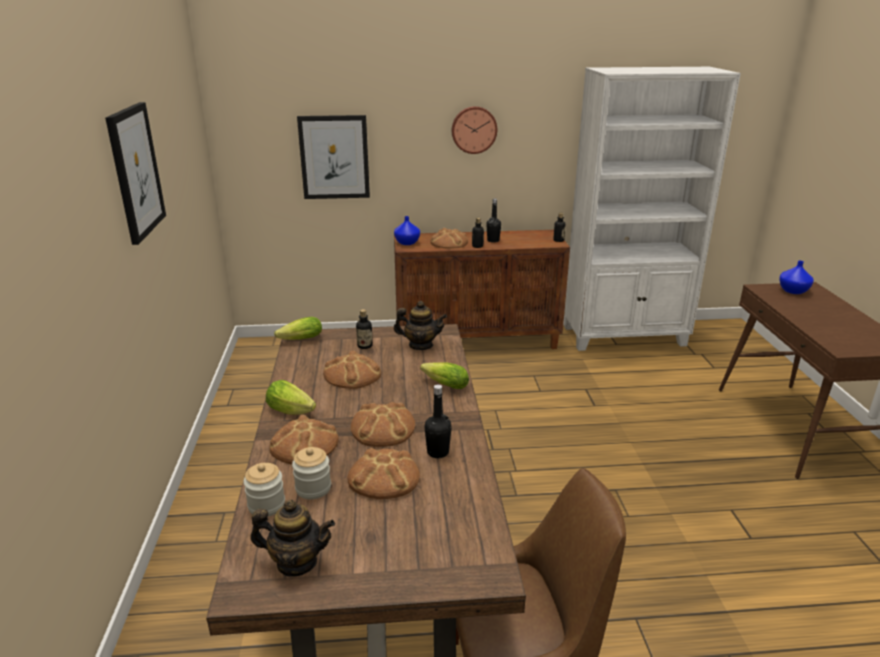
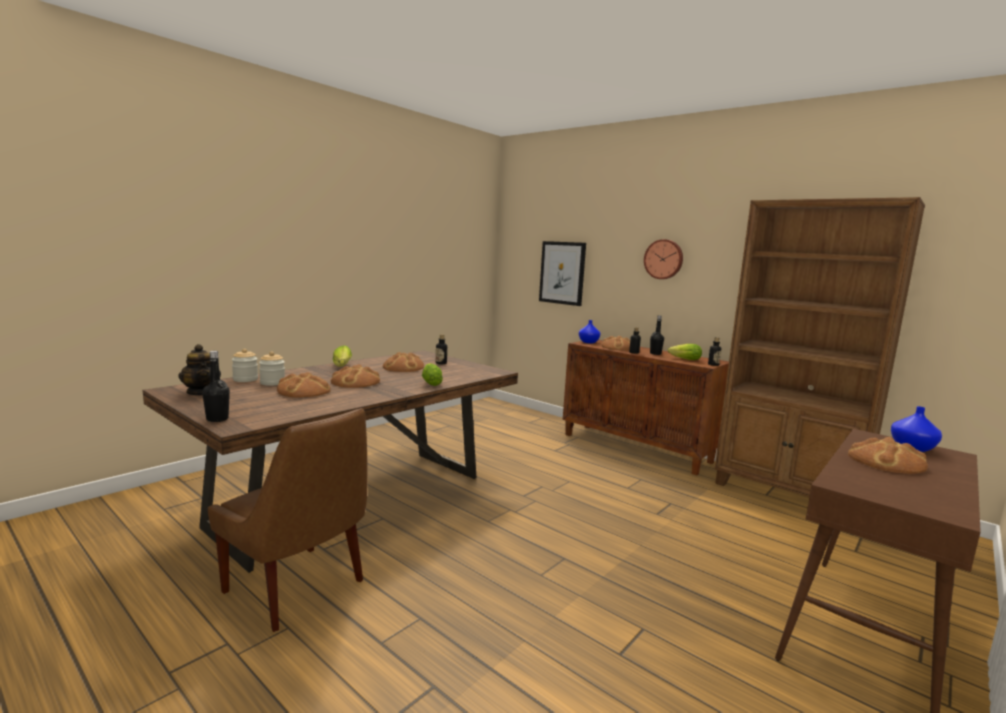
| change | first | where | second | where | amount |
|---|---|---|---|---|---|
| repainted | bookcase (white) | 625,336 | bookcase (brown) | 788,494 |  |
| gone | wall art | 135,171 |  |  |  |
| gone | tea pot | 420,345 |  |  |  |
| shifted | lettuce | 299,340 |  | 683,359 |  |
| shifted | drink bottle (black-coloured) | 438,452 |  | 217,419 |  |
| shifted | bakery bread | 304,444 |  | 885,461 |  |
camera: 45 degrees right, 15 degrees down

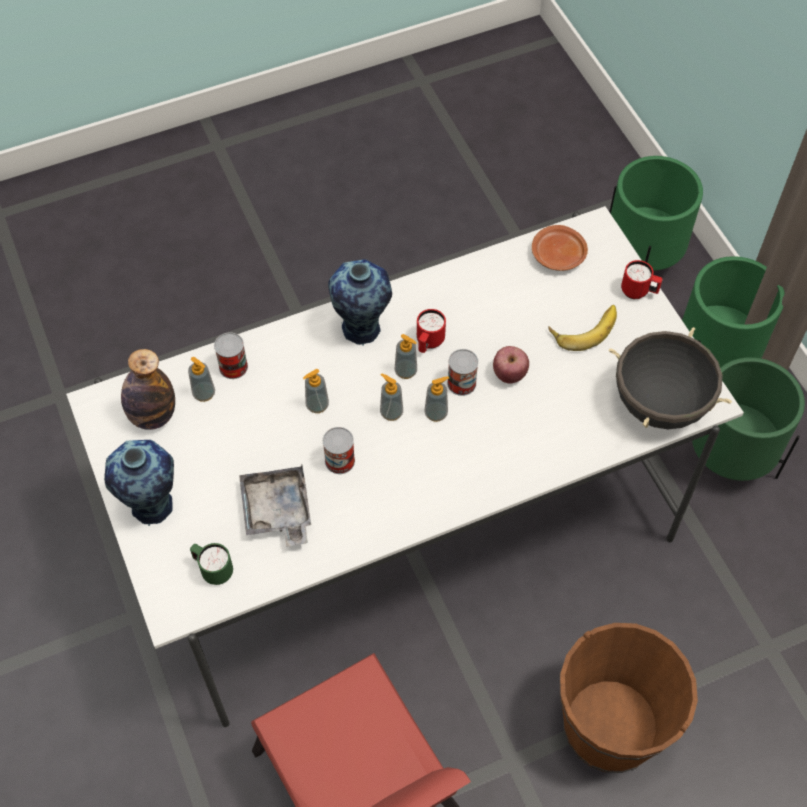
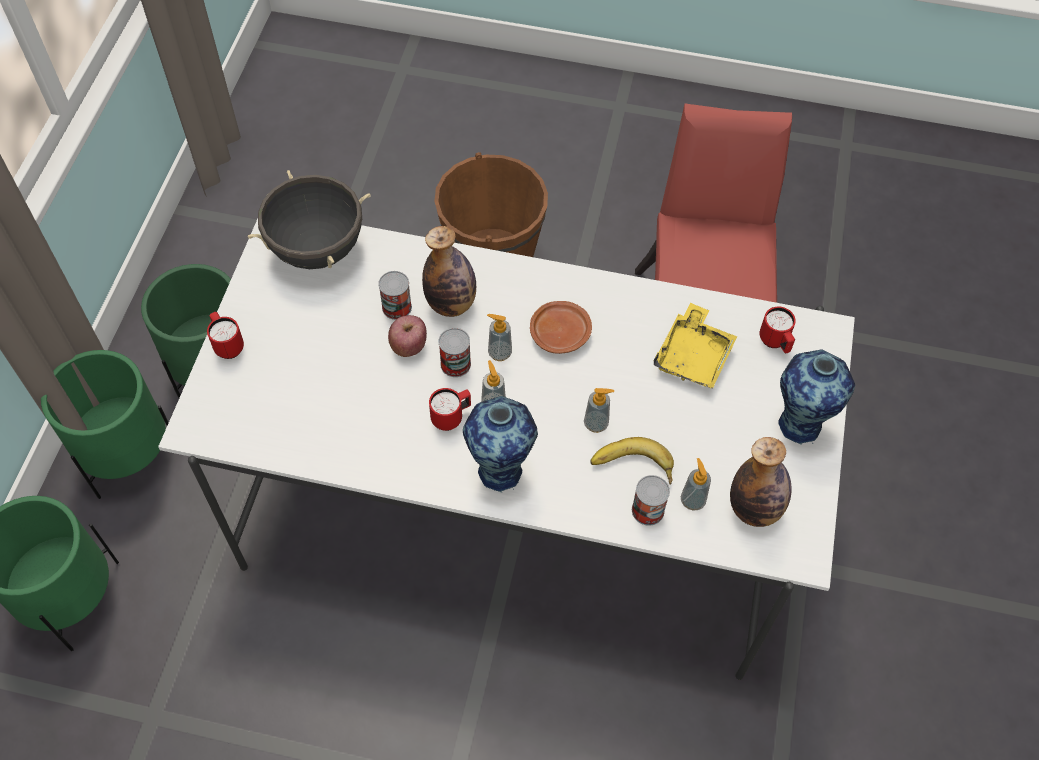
| change | first | where | second | where | amount |
|---|---|---|---|---|---|
| shifted | flat dish (brown) | 558,255 |  | 560,333 |  |
| shifted | whole banana | 583,327 |  | 632,468 |  |
| gone | liquid soap bottle | 391,412 |  |  |  |
| shifted | metal can | 339,461 |  | 397,307 |  |
| repainted | tray (gray) | 277,511 | tray (yellow) | 693,356 |  |
| repainted | coffee mug (green-coloured) | 213,570 | coffee mug (reddish) | 775,342 |  |
| new |  |  | drink bottle | 451,304 |  |
camera: 145 degrees left, 0 degrees up

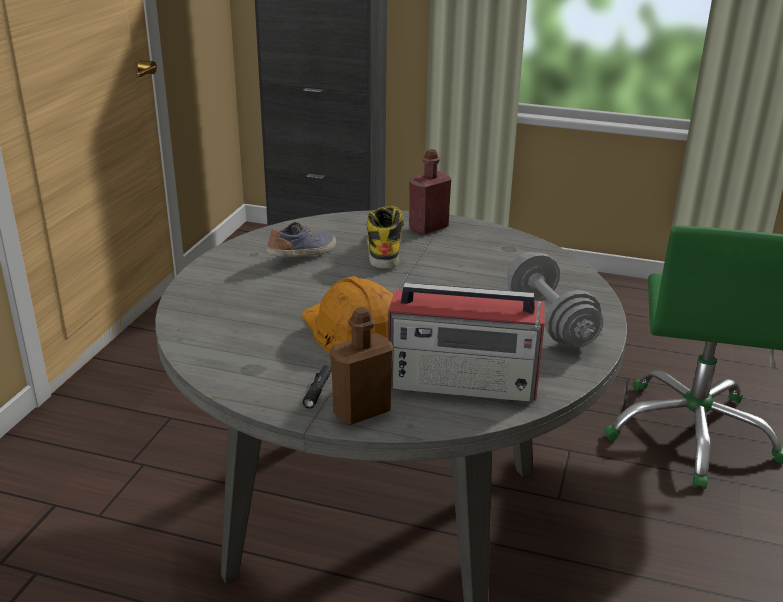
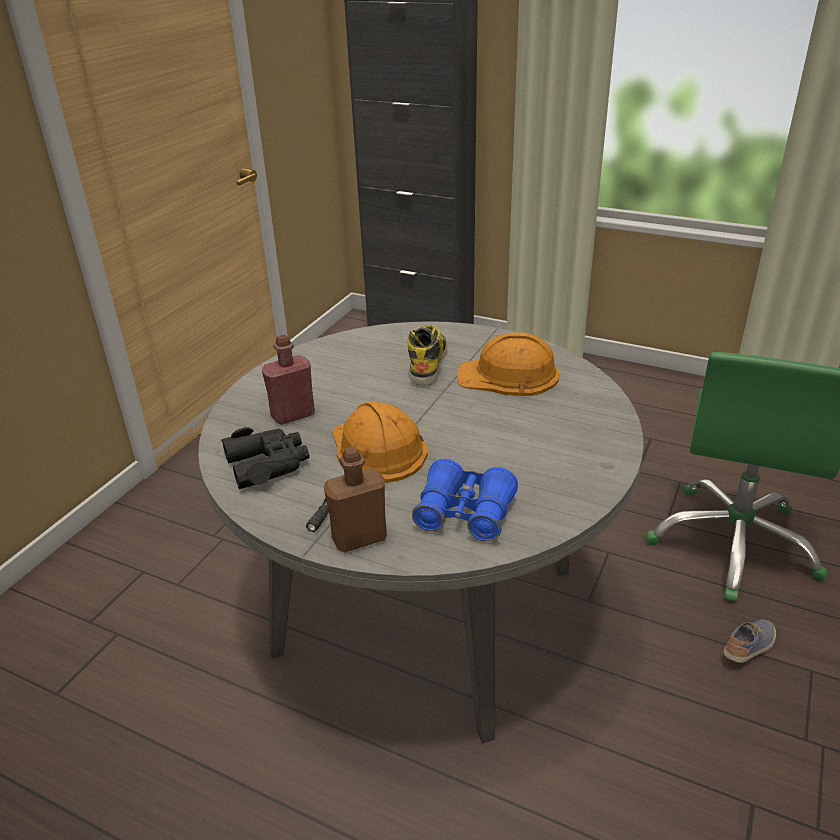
| change | first | where | second | where | amount |
|---|---|---|---|---|---|
| shifted | drink bottle (reddish) | 428,228 |  | 293,415 |  |
| shifted | item of footwear | 304,255 |  | 749,648 |  |
| gone | free weight (gray) | 550,321 |  |  |  |
| swapped | radio set | 464,382 | binoculars (bluish) | 464,513 |  |
| new |  |  | hard hat (orangey) | 509,375 |  |
| new |  |  | binoculars (black-coloured) | 268,464 |  |
camera: 10 degrees right, 5 degrees up

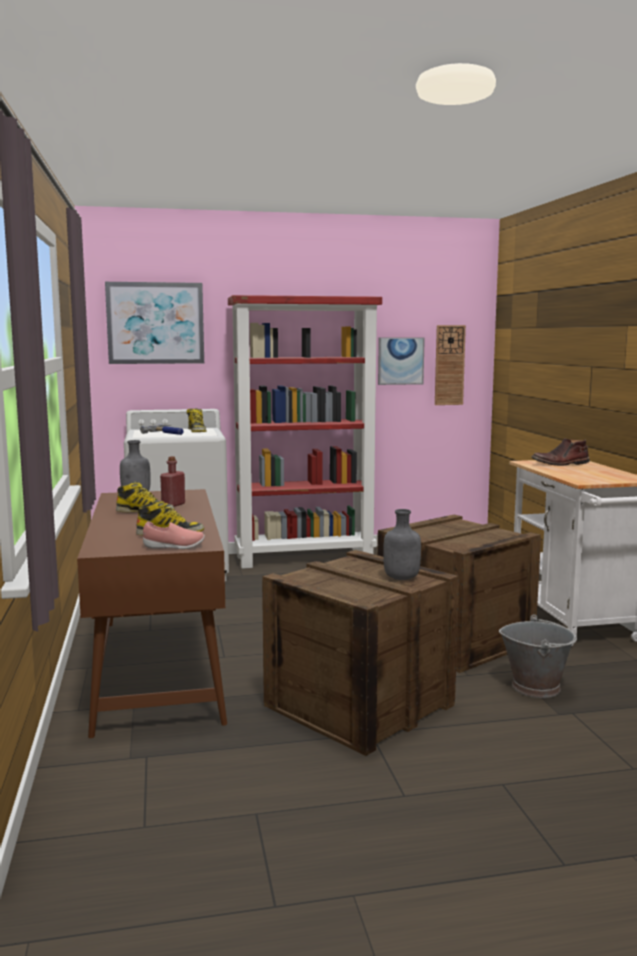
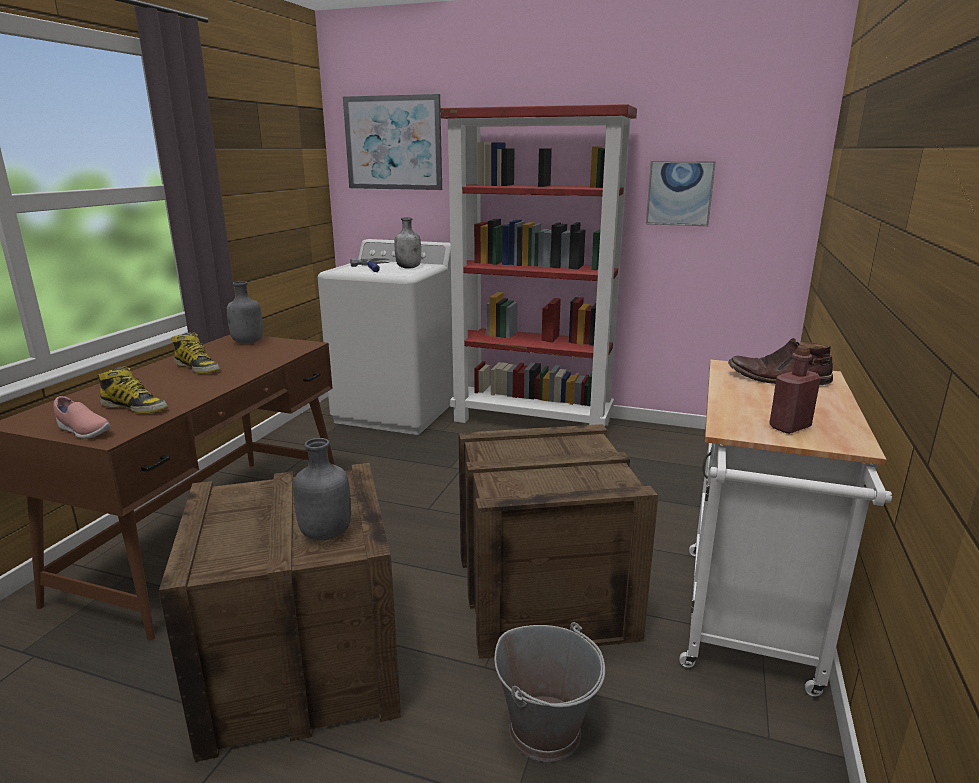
| change | first | where | second | where | amount |
|---|---|---|---|---|---|
| gone | hanging clock | 449,365 |  |  |  |
| swapped | high-top boot | 197,431 | drink bottle (gray) | 409,268 |  |
| shifted | drink bottle (reddish) | 173,505 |  | 789,427 |  |
camera: 30 degrees right, 10 degrees up

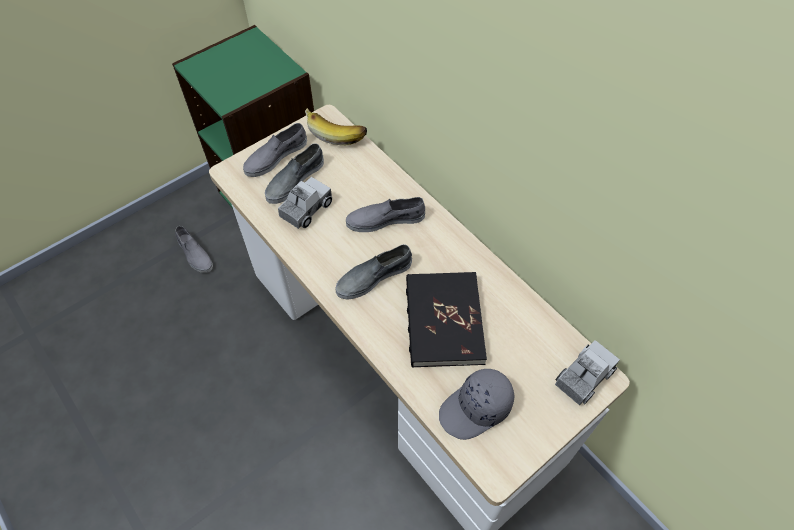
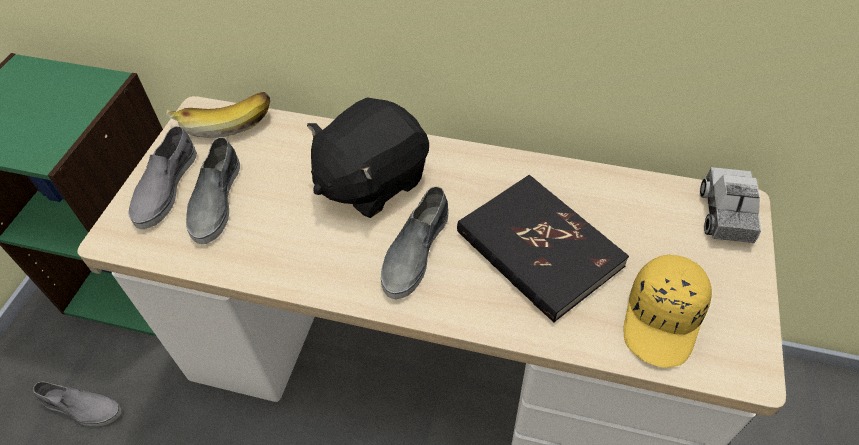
| change | first | where | second | where | amount |
|---|---|---|---|---|---|
| gone | toy lorry | 306,209 |  |  |  |
| swapped | item of footwear (gray) | 385,219 | cuddly toy (black-coloured) | 371,181 |  |
| repainted | baseball cap (gray) | 476,409 | baseball cap (yellow) | 663,319 |  |
camera: 35 degrees left, 5 degrees down

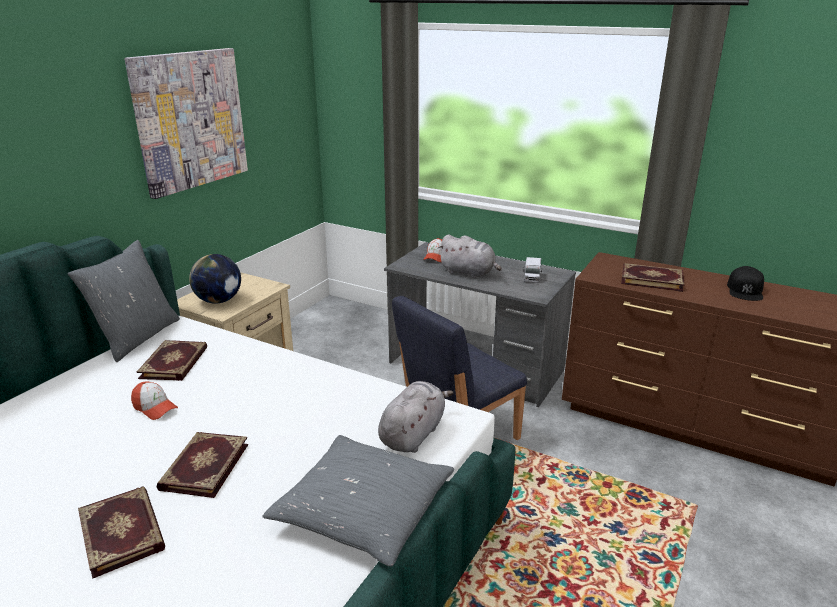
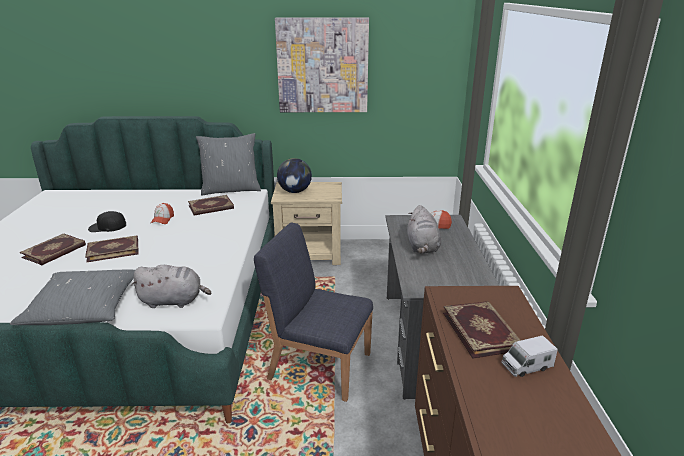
| change | first | where | second | where | amount |
|---|---|---|---|---|---|
| shifted | toy lorry | 532,277 |  | 526,366 |  |
| shifted | baseball cap (black-coloured) | 745,290 |  | 107,226 |  |
camera: 60 degrees right, 0 degrees up

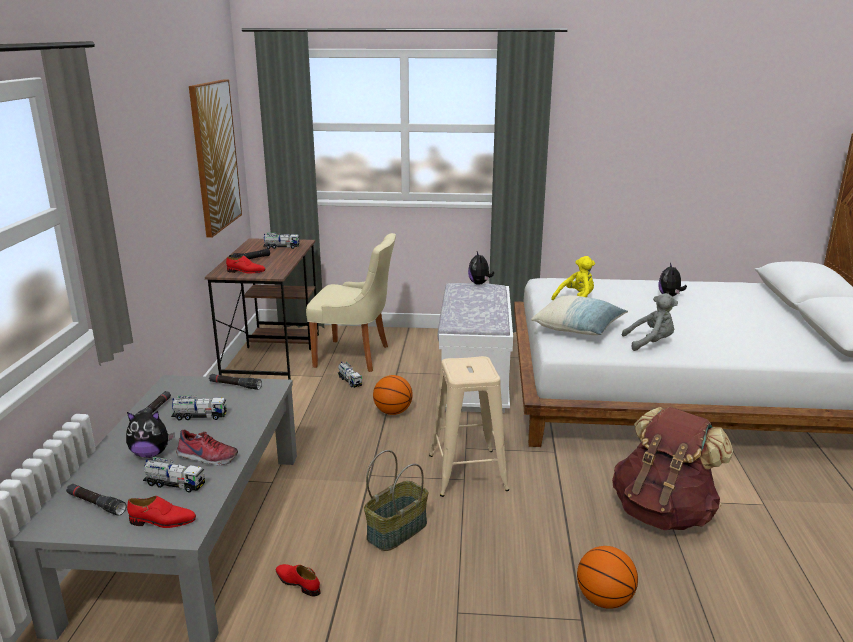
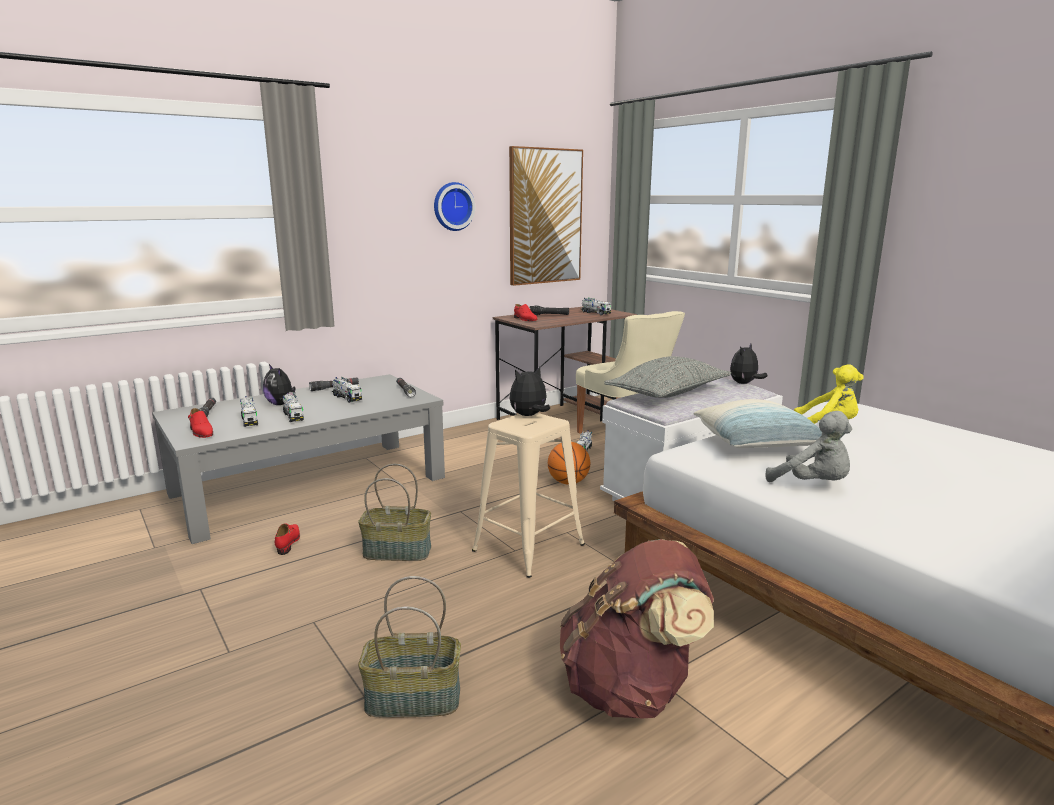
| change | first | where | second | where | amount |
|---|---|---|---|---|---|
| shifted | cuddly toy | 670,296 |  | 529,416 |  |
| swapped | item of footwear | 206,458 | toy lorry | 293,416 |  |
| swapped | basketball | 604,599 | basket | 412,700 |  |
| new |  |  | hanging clock | 452,206 |  |
| new |  |  | pillow (gray) | 668,393 |  |
camera: 50 degrees right, 5 degrees down

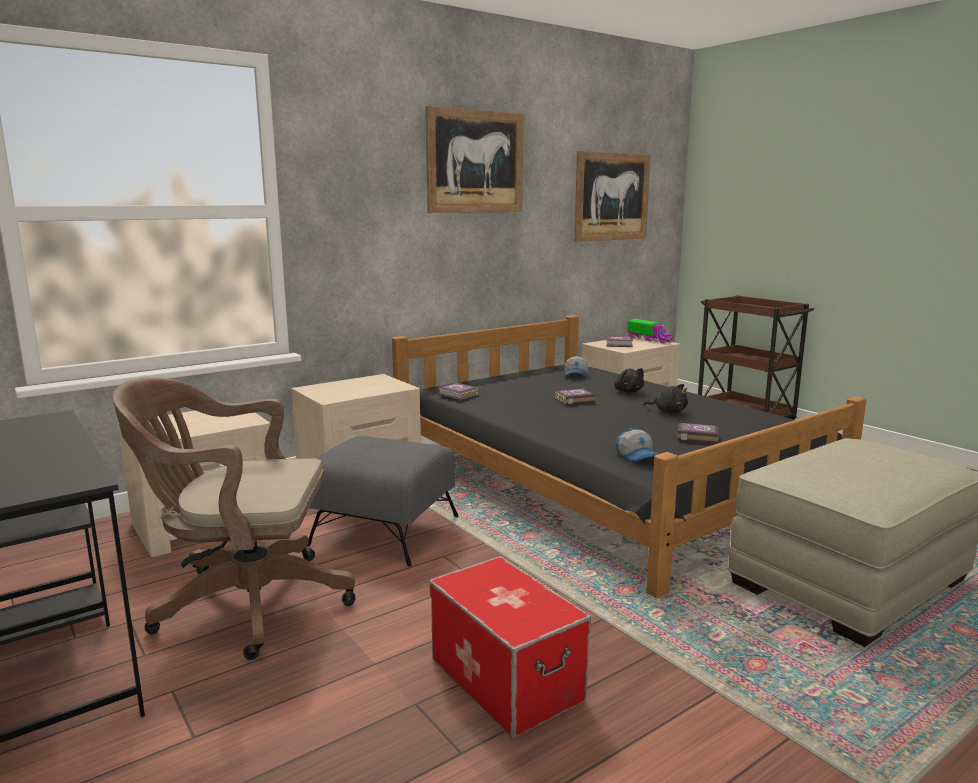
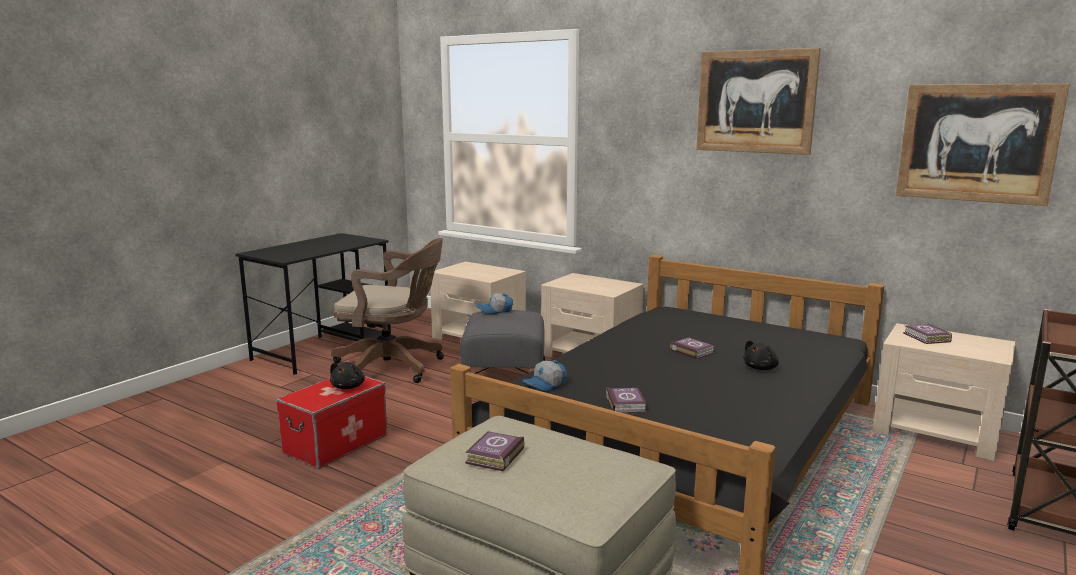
| change | first | where | second | where | amount |
|---|---|---|---|---|---|
| gone | toy lorry | 649,339 |  |  |  |
| shifted | baseball cap | 576,375 |  | 495,311 |  |
| rotated | computer chair (brown) | 243,603 |  | 394,367 | 120 degrees clockwise |
| shifted | bound book | 458,395 |  | 493,456 |  |
| shifted | cuddly toy (black-coloured) | 668,411 |  | 348,387 |  |
camera: 70 degrees right, 0 degrees up

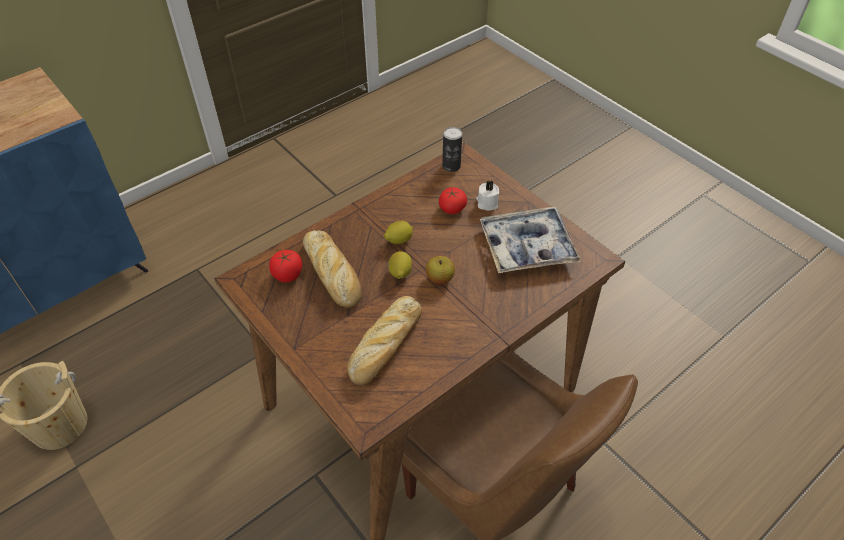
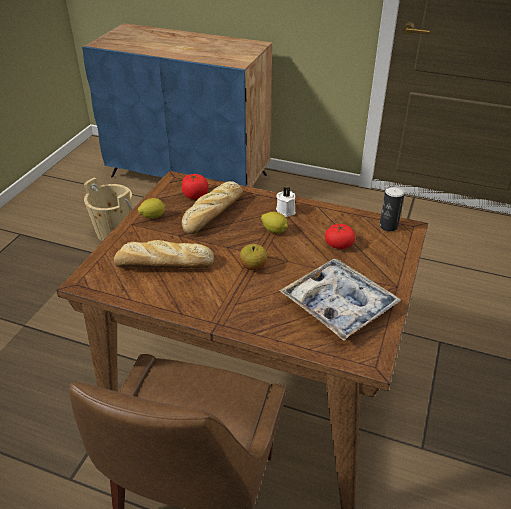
| change | first | where | second | where | amount |
|---|---|---|---|---|---|
| shifted | wax light (white) | 487,203 |  | 286,210 |  |
| shifted | whole lemon | 400,273 |  | 153,217 |  |
camera: 60 degrees right, 10 degrees down

